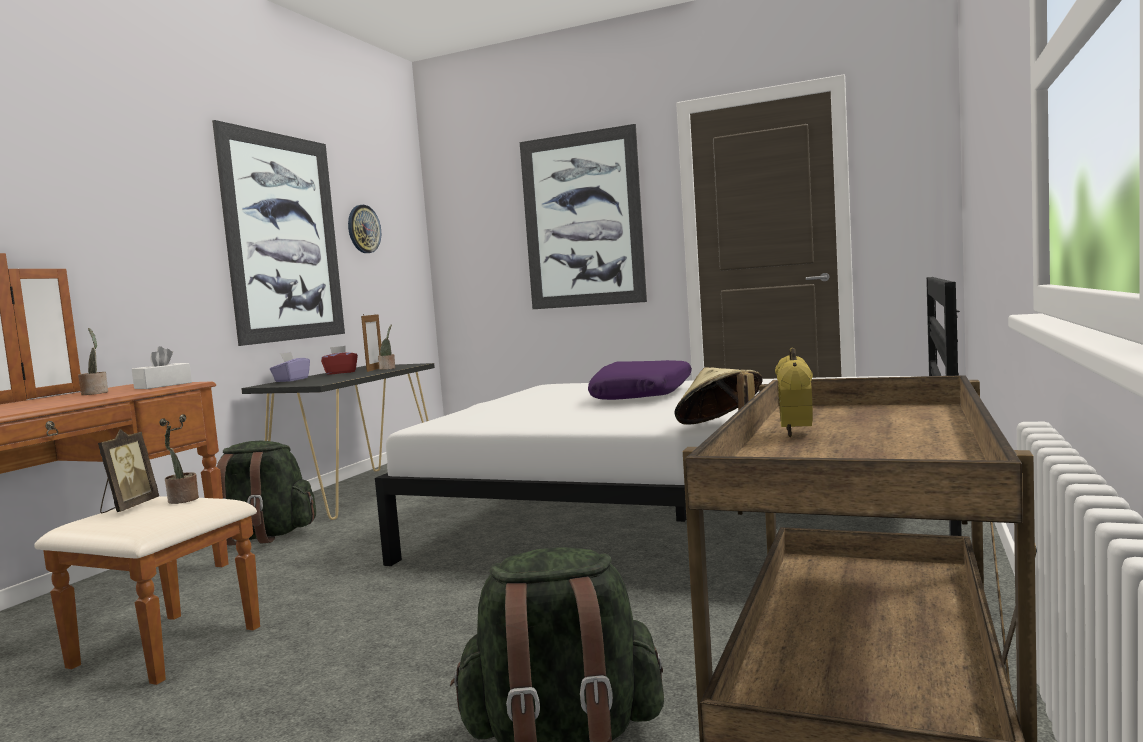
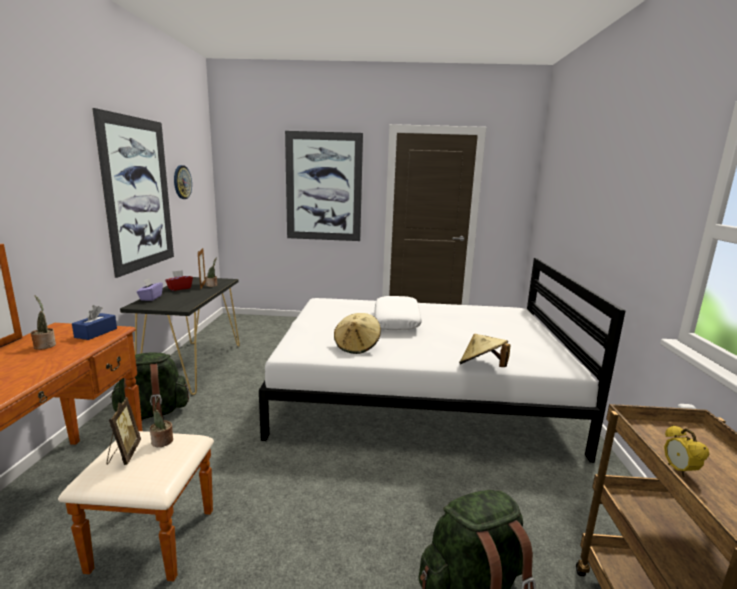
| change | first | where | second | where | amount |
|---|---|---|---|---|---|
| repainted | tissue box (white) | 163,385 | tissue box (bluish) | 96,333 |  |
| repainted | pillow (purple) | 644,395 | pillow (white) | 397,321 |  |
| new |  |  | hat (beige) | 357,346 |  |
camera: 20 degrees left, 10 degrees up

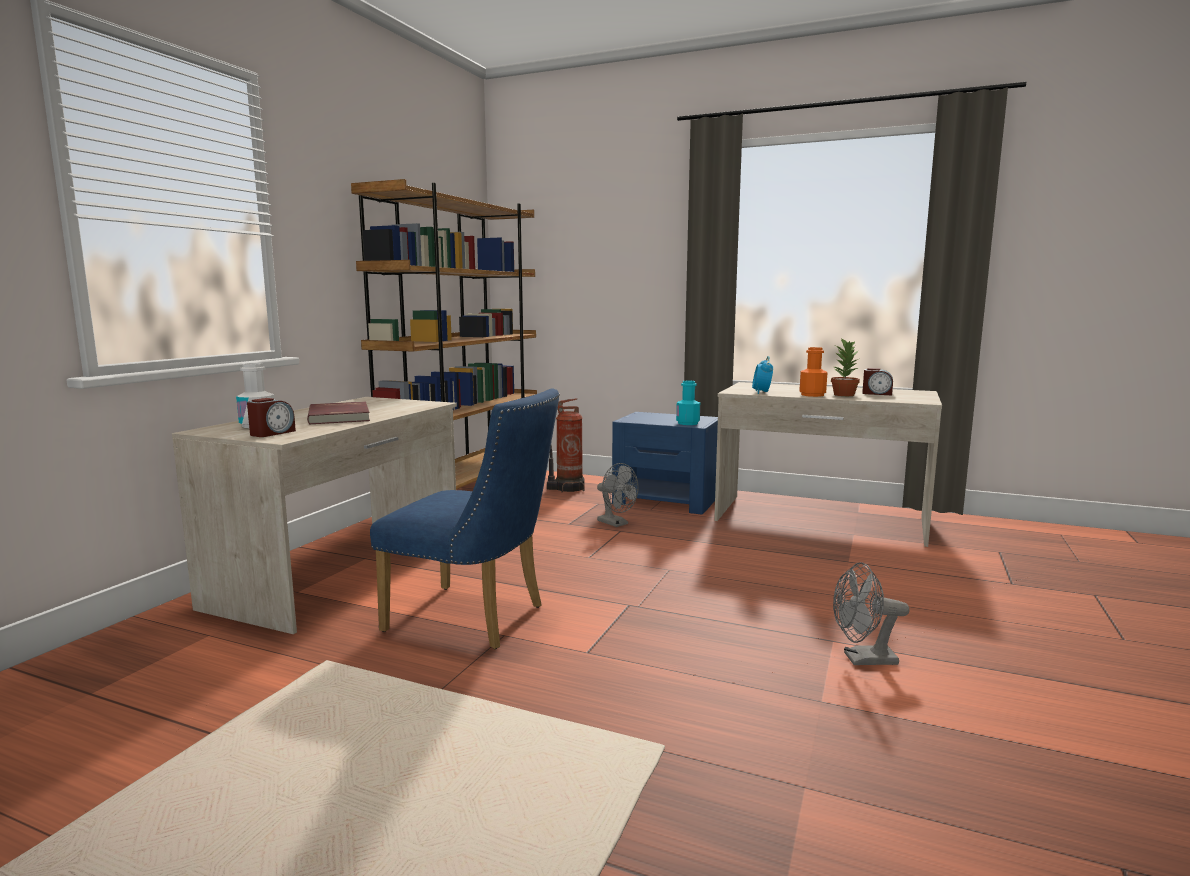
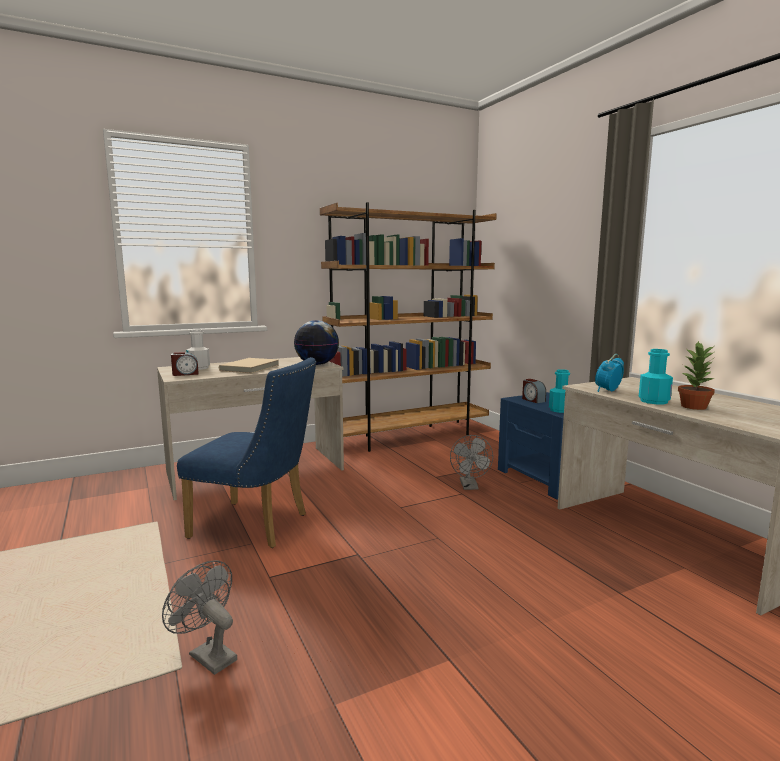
| change | first | where | second | where | amount |
|---|---|---|---|---|---|
| repainted | drink bottle (orangey) | 812,395 | drink bottle (turquoise-coloured) | 654,401 |  |
| shifted | alarm clock | 877,393 |  | 533,400 |  |
| rotated | upright chair (bluish) | 476,620 |  | 257,527 | 45 degrees counterclockwise |
| gone | fire-fighting cylinder | 567,488 |  |  |  |
| repainted | bound book (reddish) | 340,416 | bound book (beige) | 251,368 |  |
| shifted | cooling fan (gray) | 862,659 |  | 207,655 |  |
| new |  |  | globe | 317,364 |  |
camera: 40 degrees right, 0 degrees up

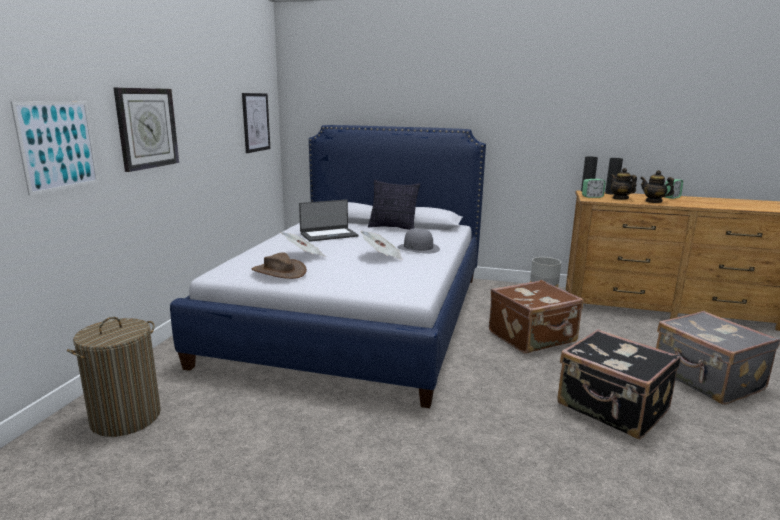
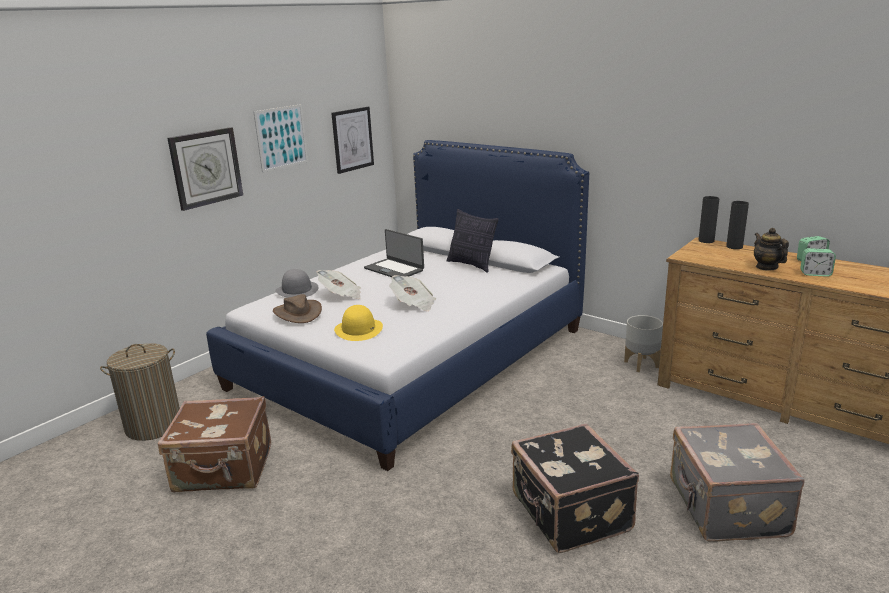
| change | first | where | second | where | amount |
|---|---|---|---|---|---|
| shifted | wall art | 58,146 |  | 281,137 |  |
| gone | tea pot | 620,198 |  |  |  |
| shifted | alarm clock | 592,197 |  | 815,274 |  |
| rotated | laptop | 328,235 |  | 394,269 | 45 degrees clockwise |
| shifted | hat (gray) | 418,248 |  | 297,290 |  |
| shifted | suitcase (brown) | 533,337 |  | 224,470 |  |
| new |  |  | hat (yellow) | 359,329 |  |
camera: 25 degrees right, 5 degrees up

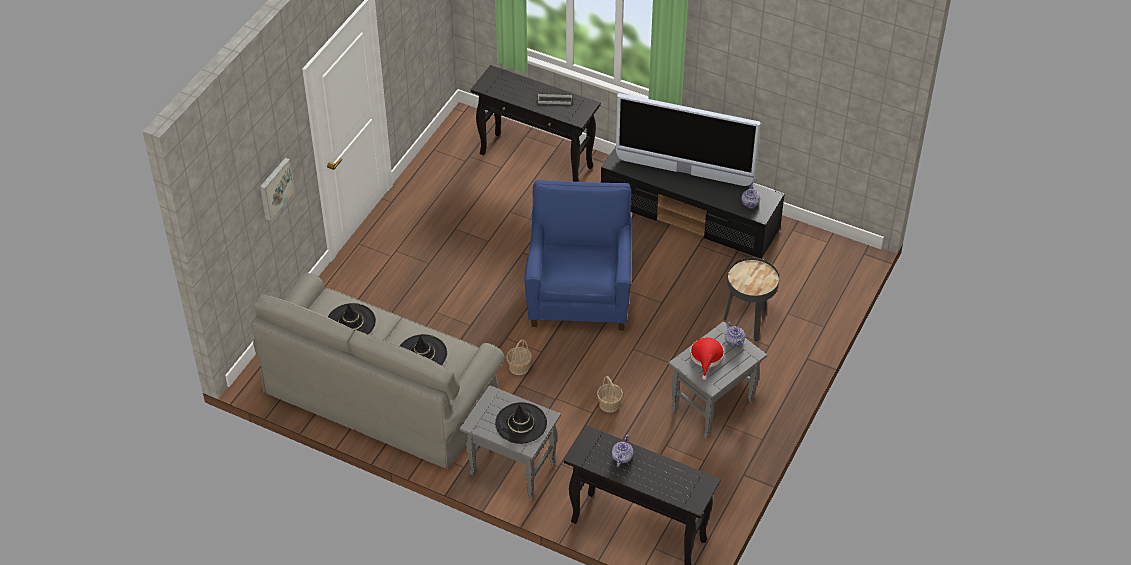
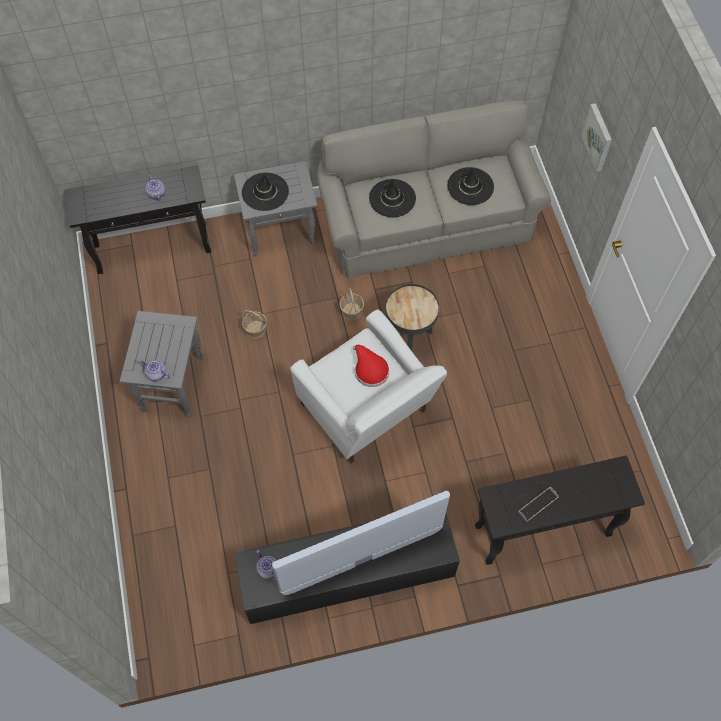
| change | first | where | second | where | amount |
|---|---|---|---|---|---|
| repainted | armchair (bluish) | 579,294 | armchair (white) | 368,411 |  |
| shifted | side table (black-coloured) | 748,323 |  | 409,340 |  |
| shifted | hat (reddish) | 706,358 |  | 369,369 |  |
camera: 140 degrees right, 15 degrees up

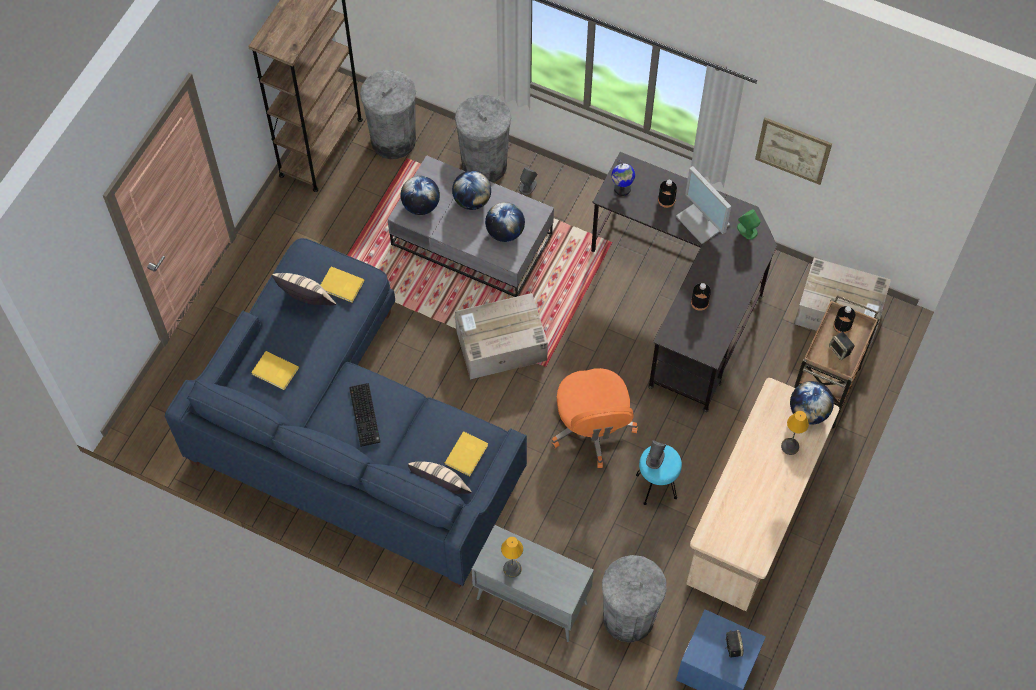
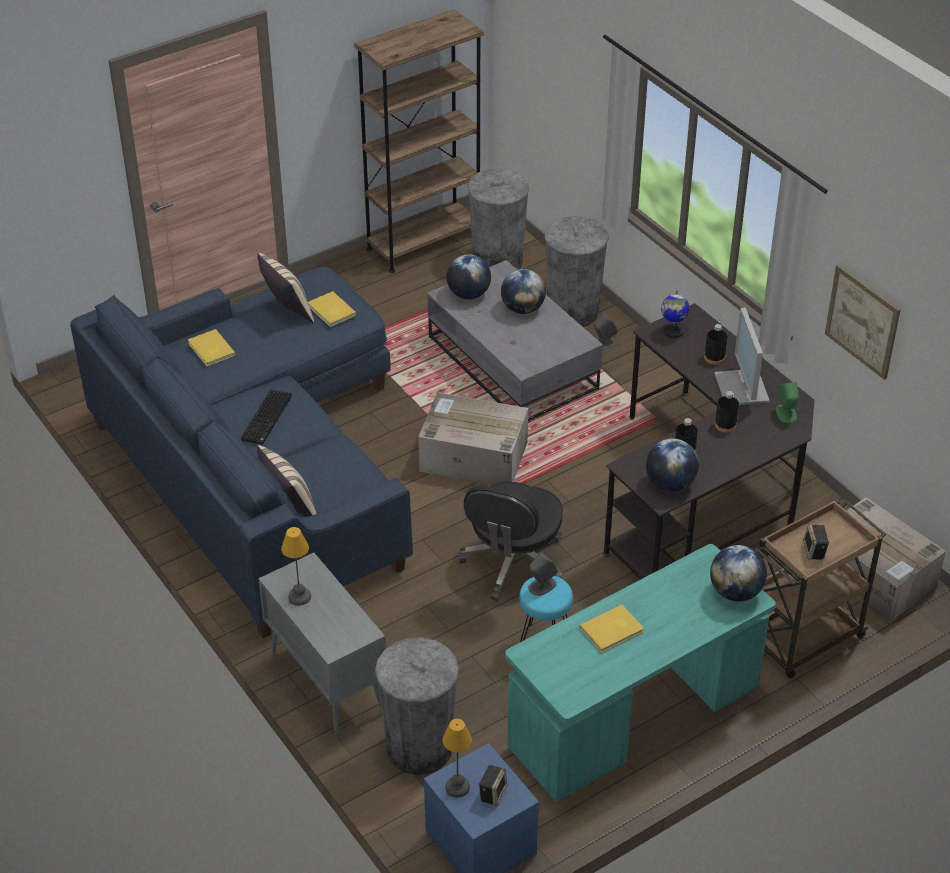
| change | first | where | second | where | amount |
|---|---|---|---|---|---|
| shifted | globe | 505,232 |  | 670,483 |  |
| shifted | drink bottle (black-coloured) | 842,325 |  | 725,425 |  |
| repainted | computer chair (orangey) | 592,428 | computer chair (black-coloured) | 513,563 |  |
| repainted | desk (beige) | 753,516 | desk (turquoise-coloured) | 634,719 |  |
| shifted | table lamp | 789,446 |  | 457,786 |  |
| shifted | bound book (yellow) | 467,454 |  | 613,630 |  |
camera: 30 degrees right, 20 degrees down

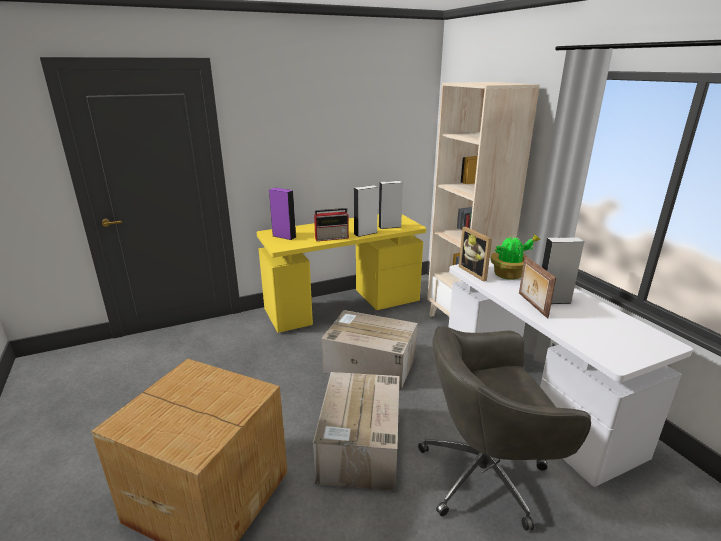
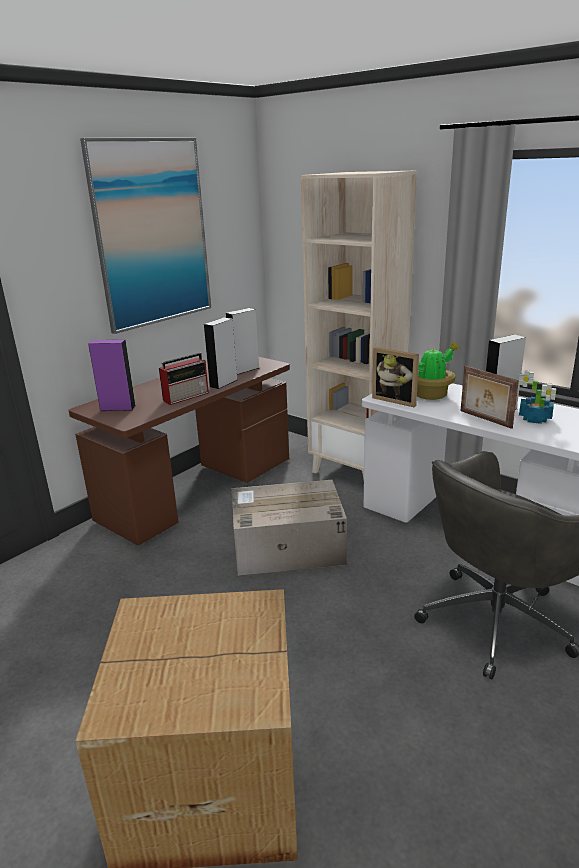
| change | first | where | second | where | amount |
|---|---|---|---|---|---|
| repainted | desk (yellow) | 343,305 | desk (brown) | 199,488 |  |
| gone | cardboard box | 360,446 |  |  |  |
| new |  |  | wall art | 152,234 |  |
| new |  |  | plant in a pot | 535,419 |  |
camera: 25 degrees left, 0 degrees up

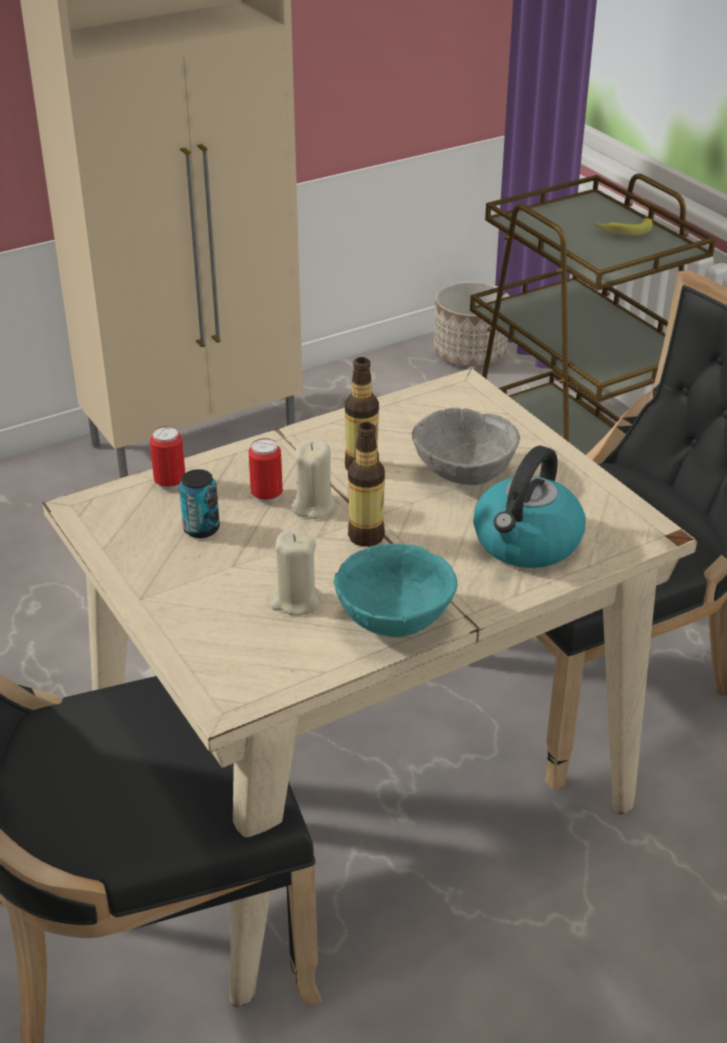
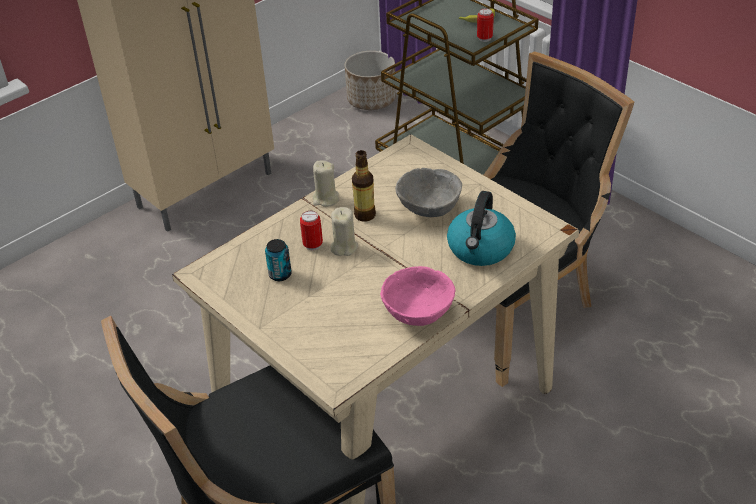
| change | first | where | second | where | amount |
|---|---|---|---|---|---|
| gone | drink bottle | 366,536 |  |  |  |
| shifted | metal can | 170,483 |  | 484,38 |  |
| shifted | wax light (beige) | 295,601 |  | 325,199 |  |
| repainted | deep dish (turquoise-coloured) | 394,622 | deep dish (pinkish) | 418,315 |  |
camera: 10 degrees left, 5 degrees up

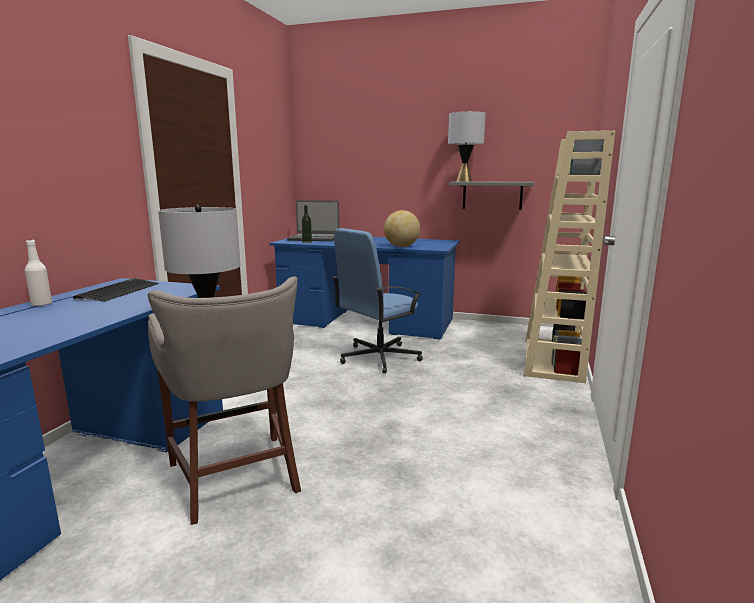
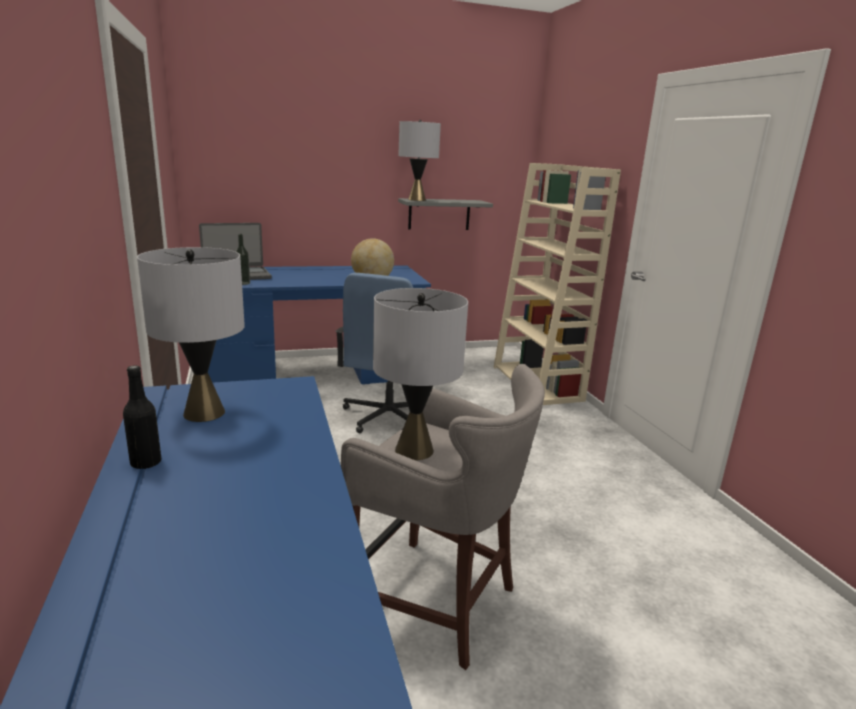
| change | first | where | second | where | amount |
|---|---|---|---|---|---|
| repainted | drink bottle (white) | 41,304 | drink bottle (black-coloured) | 146,463 |  |
| swapped | PC keyboard | 118,291 | table lamp (gray) | 203,413 |  |
camera: 35 degrees left, 5 degrees up

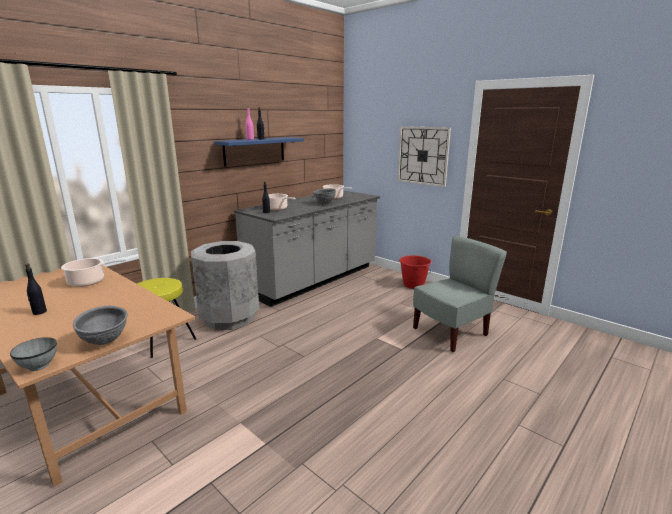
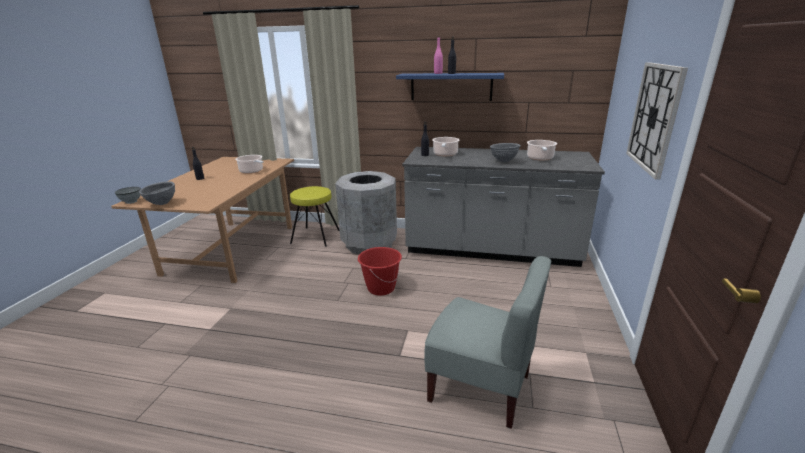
| change | first | where | second | where | amount |
|---|---|---|---|---|---|
| shifted | bucket (reddish) | 413,285 |  | 381,288 |  |
camera: 60 degrees right, 5 degrees up

